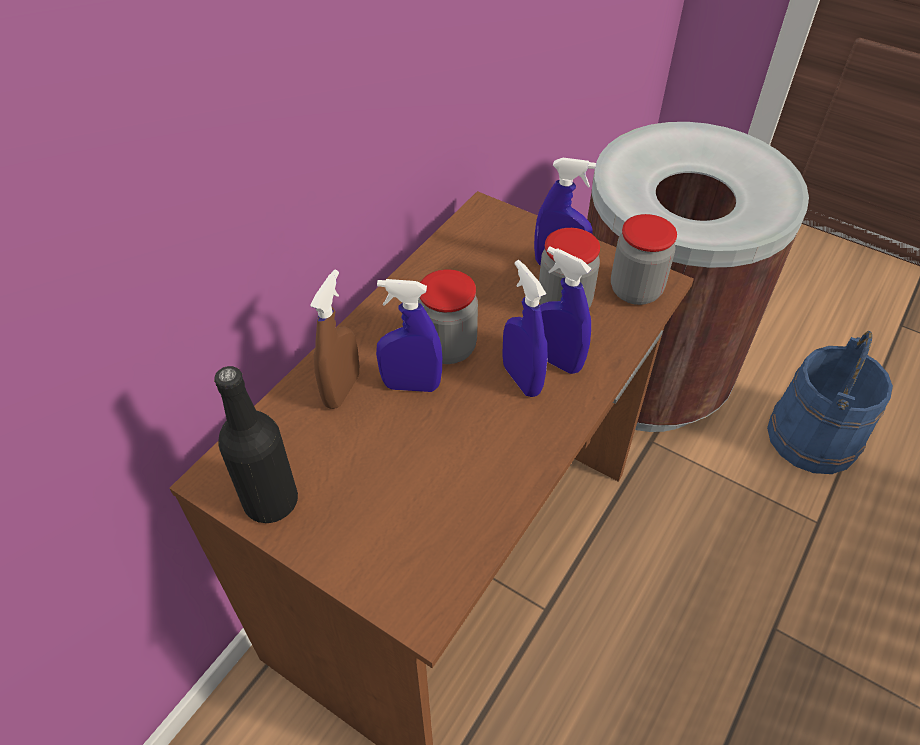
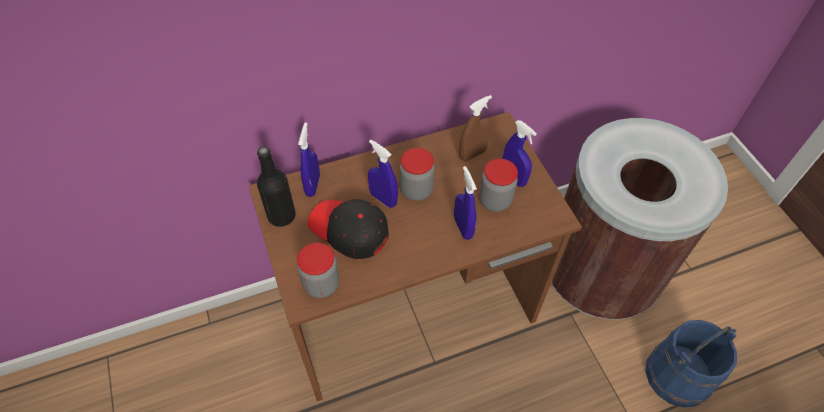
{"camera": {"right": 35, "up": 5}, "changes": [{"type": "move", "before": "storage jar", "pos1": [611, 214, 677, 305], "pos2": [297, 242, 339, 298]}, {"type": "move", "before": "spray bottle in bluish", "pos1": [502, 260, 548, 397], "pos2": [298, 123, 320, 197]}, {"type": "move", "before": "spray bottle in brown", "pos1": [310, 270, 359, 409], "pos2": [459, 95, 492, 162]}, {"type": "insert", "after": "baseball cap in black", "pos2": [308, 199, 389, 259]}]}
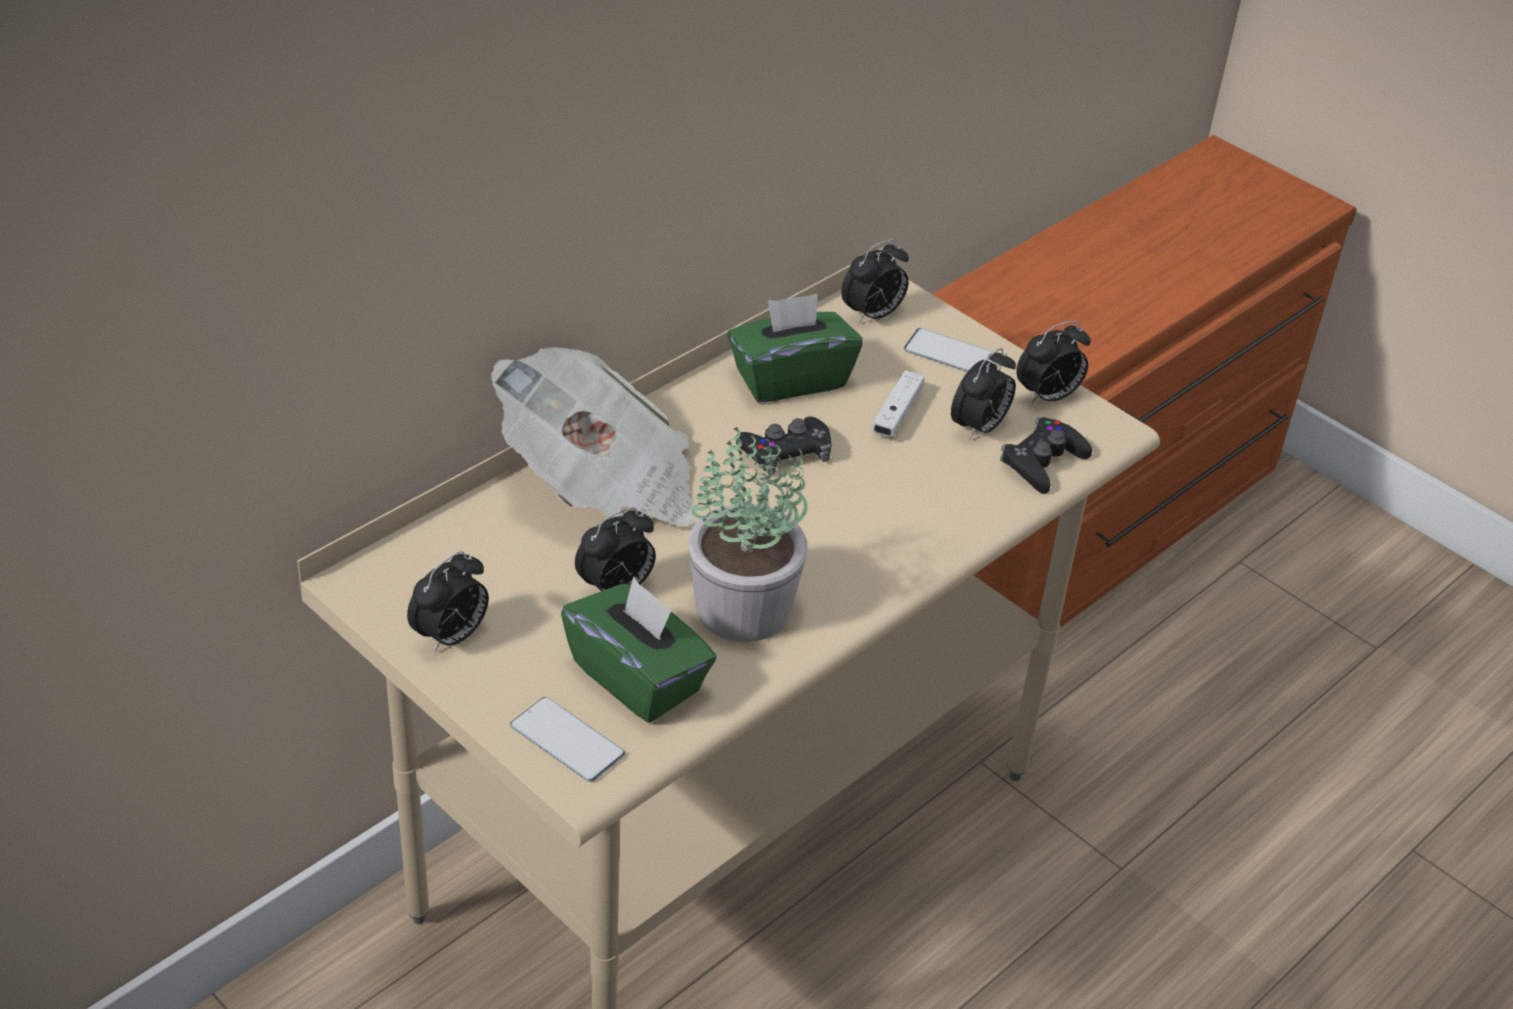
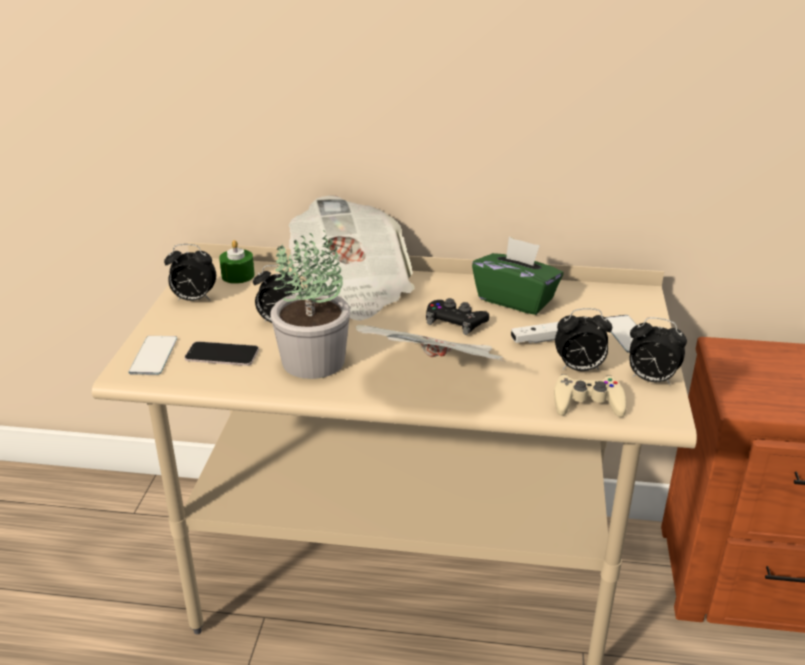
{"camera": {"right": 55, "up": -10}, "changes": [{"type": "delete", "before": "table clock", "pos1": [841, 239, 909, 324]}, {"type": "recolor", "before": "game controller in black", "after": "game controller in beige", "pos1": [1000, 417, 1092, 494], "pos2": [554, 374, 626, 417]}, {"type": "replace", "before": "box of tissues in green-coloured", "after": "telephone", "pos1": [561, 576, 717, 723], "pos2": [184, 341, 259, 366]}, {"type": "insert", "after": "wax candle in green-coloured", "pos2": [219, 240, 255, 284]}, {"type": "insert", "after": "daily paper", "pos2": [356, 325, 506, 362]}]}
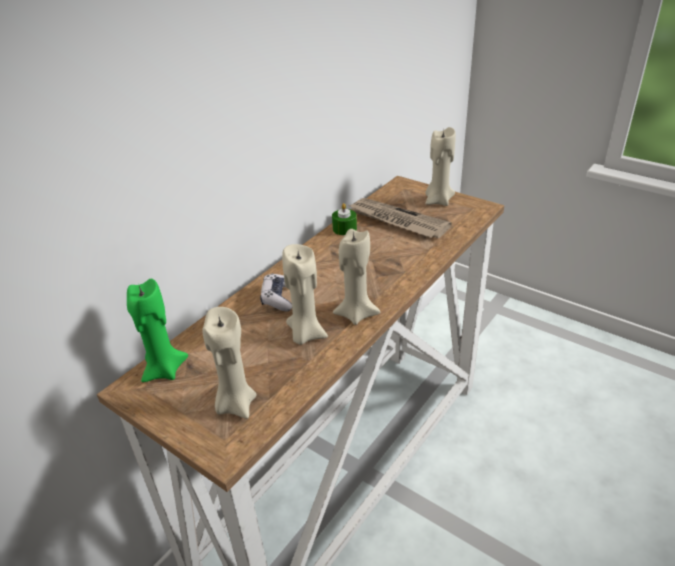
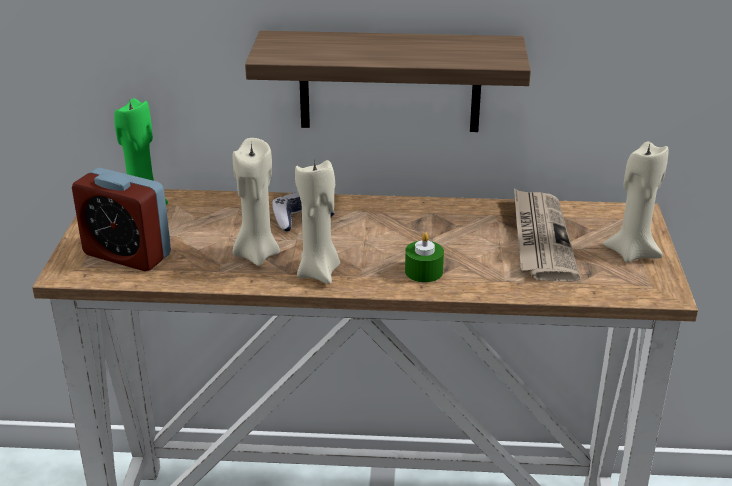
{"camera": {"right": 55, "up": -5}, "changes": [{"type": "move", "before": "wax candle in green-coloured", "pos1": [332, 203, 357, 235], "pos2": [405, 232, 444, 283]}, {"type": "replace", "before": "wax candle in beige", "after": "table clock", "pos1": [202, 307, 256, 419], "pos2": [72, 168, 171, 271]}, {"type": "insert", "after": "wall shelf", "pos2": [245, 31, 531, 132]}]}
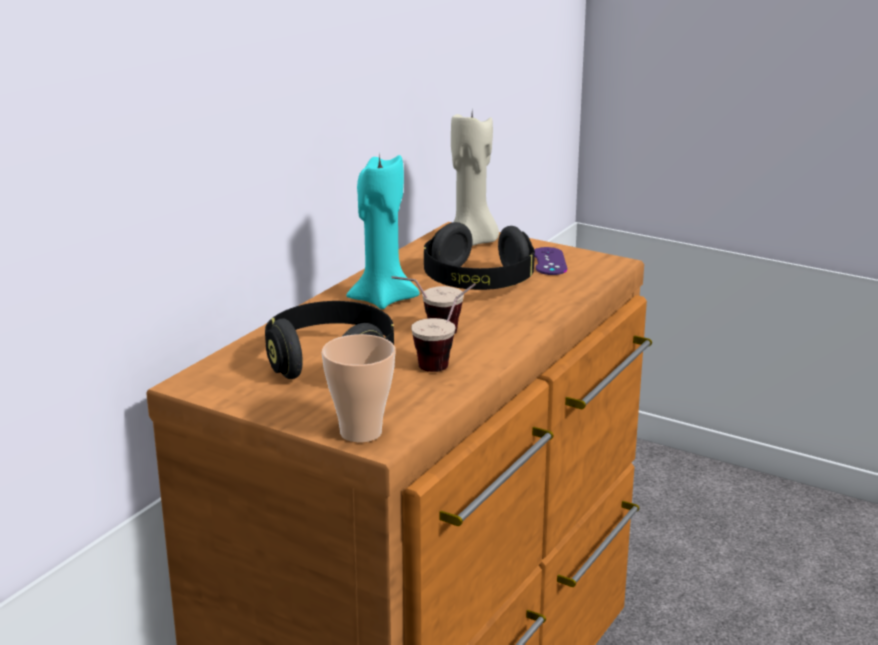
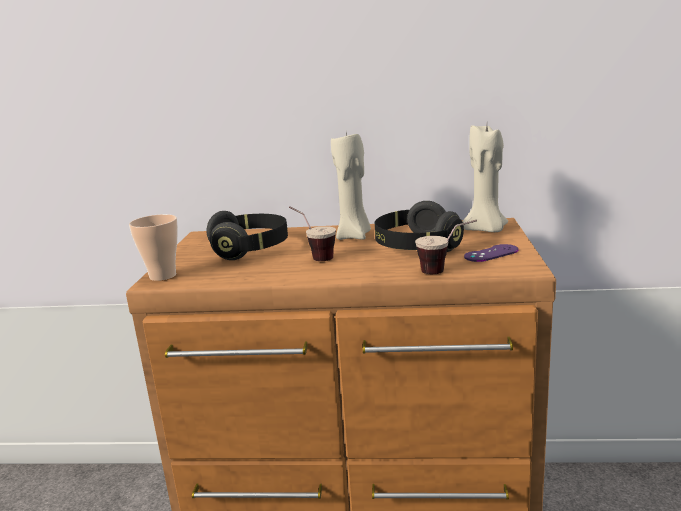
{"camera": {"right": 65, "up": -5}, "changes": [{"type": "recolor", "before": "wax candle in blue-green", "after": "wax candle in beige", "pos1": [346, 153, 420, 309], "pos2": [331, 132, 371, 240]}, {"type": "move", "before": "drinking cup", "pos1": [411, 283, 476, 372], "pos2": [415, 220, 477, 274]}]}
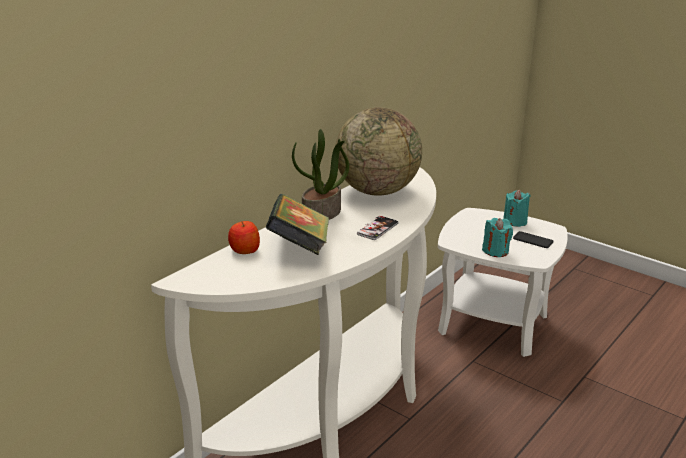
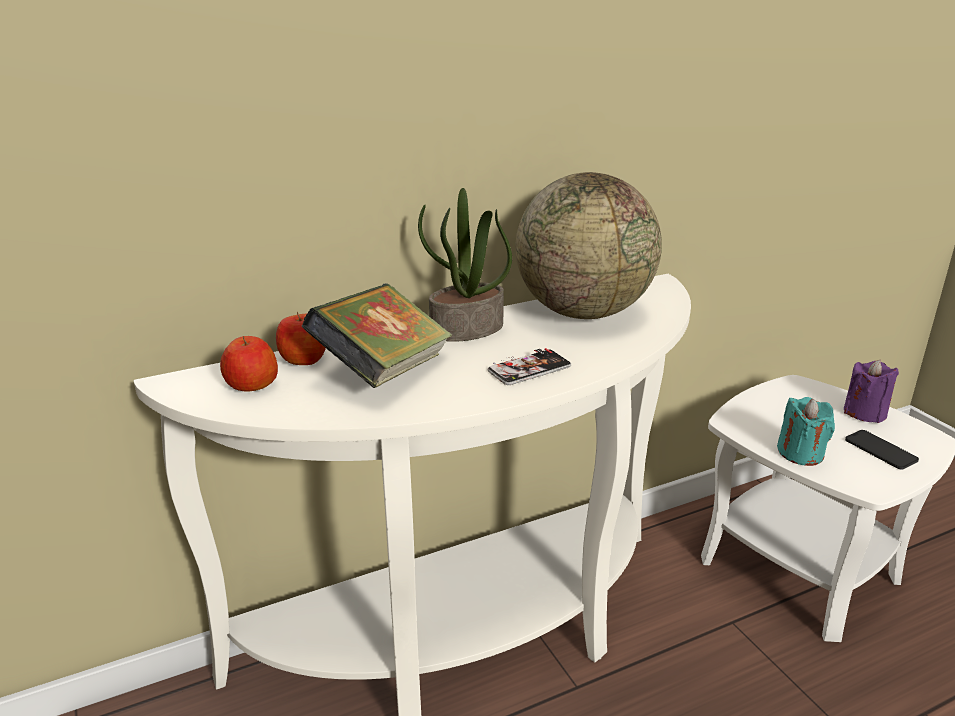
{"camera": {"right": 25, "up": 0}, "changes": [{"type": "recolor", "before": "wax candle in blue-green", "after": "wax candle in purple", "pos1": [503, 189, 531, 227], "pos2": [844, 359, 899, 423]}, {"type": "insert", "after": "whole apple", "pos2": [220, 336, 278, 391]}]}
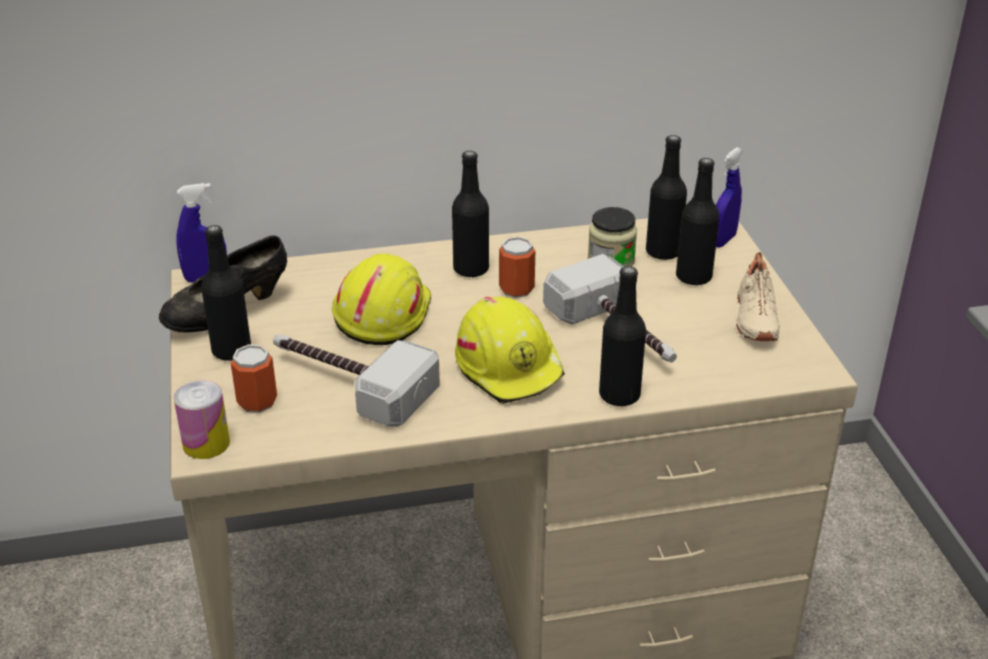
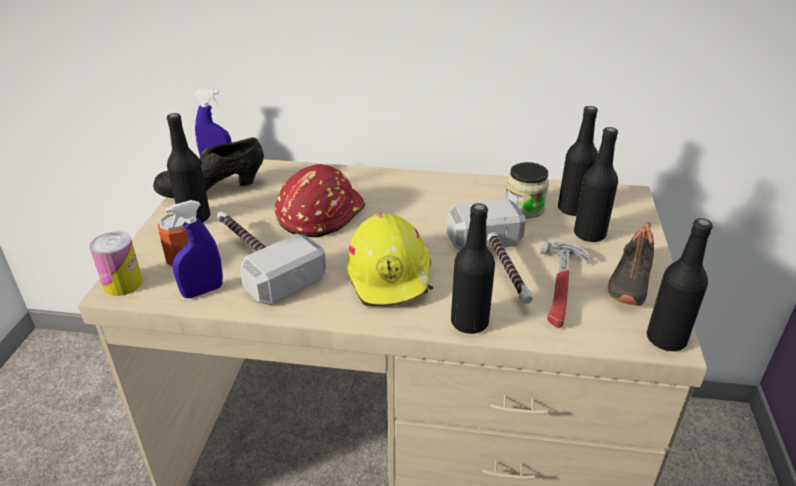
{"camera": {"right": 20, "up": 0}, "changes": [{"type": "move", "before": "spray bottle in bluish", "pos1": [716, 147, 743, 248], "pos2": [165, 200, 223, 298]}, {"type": "move", "before": "beverage bottle in black", "pos1": [452, 151, 489, 278], "pos2": [647, 218, 713, 352]}, {"type": "delete", "before": "can", "pos1": [499, 236, 535, 298]}, {"type": "recolor", "before": "low shoe in beige", "after": "low shoe in black", "pos1": [736, 252, 780, 341], "pos2": [608, 223, 654, 306]}, {"type": "recolor", "before": "work helmet in yellow-coloured", "after": "work helmet in reddish", "pos1": [332, 254, 431, 345], "pos2": [275, 164, 365, 238]}, {"type": "insert", "after": "hammer", "pos2": [540, 240, 591, 328]}]}
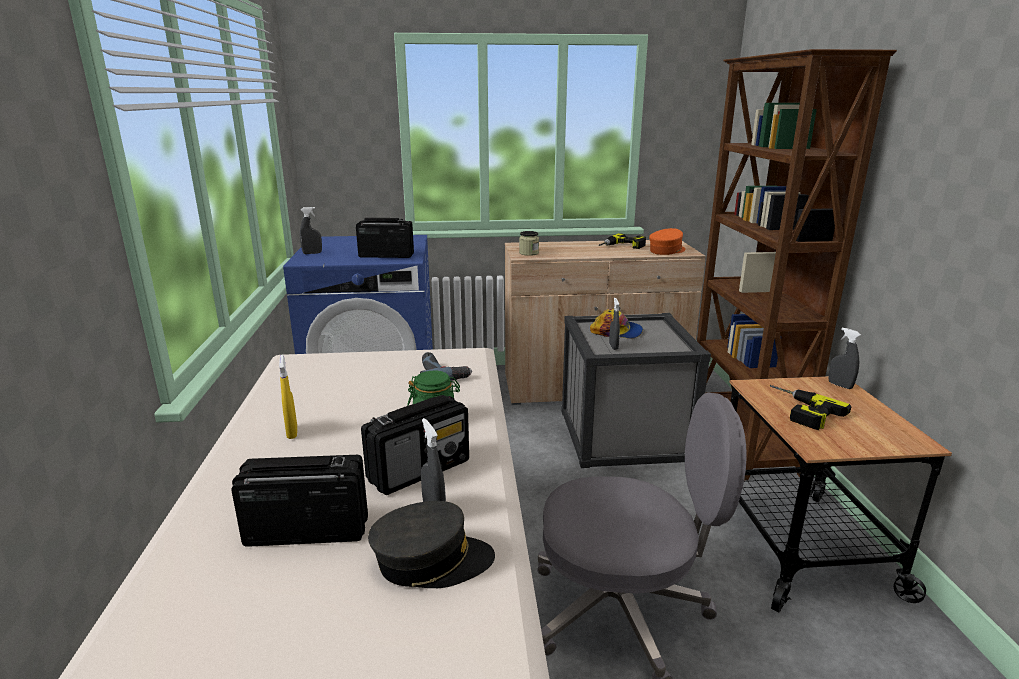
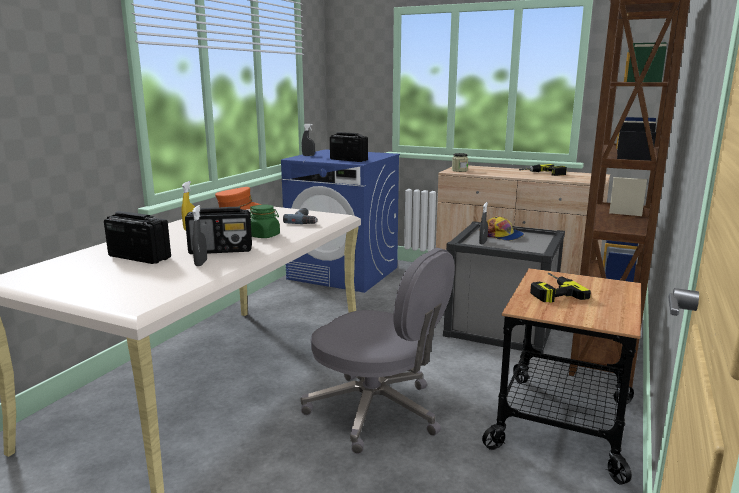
{"camera": {"right": 30, "up": -5}, "changes": [{"type": "move", "before": "baseball cap in orange", "pos1": [649, 228, 685, 255], "pos2": [215, 187, 261, 210]}, {"type": "delete", "before": "spray bottle in gray", "pos1": [829, 328, 861, 389]}, {"type": "delete", "before": "baseball cap in gray", "pos1": [368, 501, 495, 588]}]}
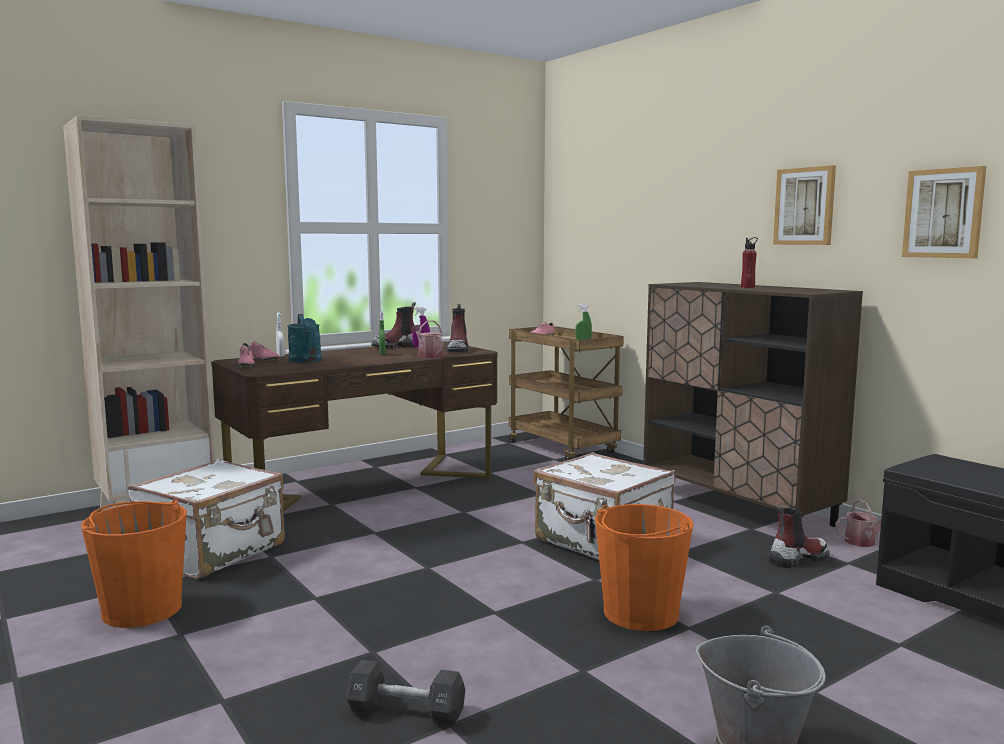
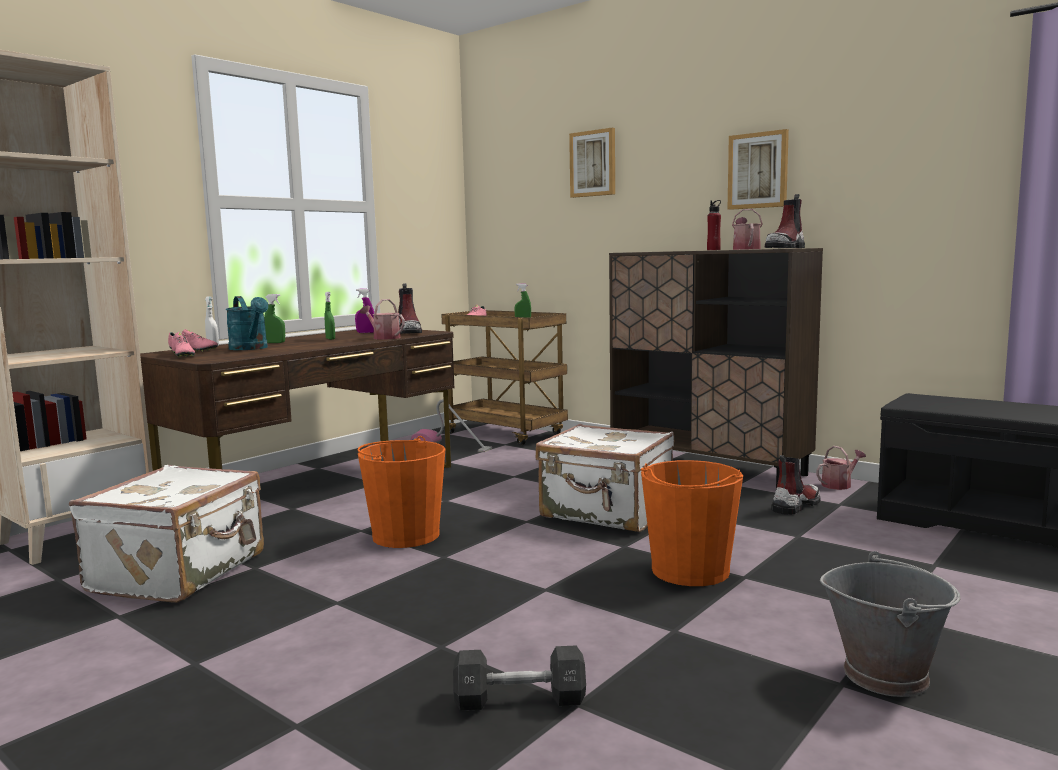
{"camera": {"right": -15, "up": 0}, "changes": [{"type": "move", "before": "picture", "pos1": [902, 166, 986, 258], "pos2": [569, 128, 615, 198]}, {"type": "move", "before": "boot", "pos1": [371, 302, 416, 348], "pos2": [765, 194, 805, 248]}, {"type": "move", "before": "bucket in orange", "pos1": [81, 499, 187, 628], "pos2": [357, 436, 445, 548]}, {"type": "insert", "after": "watering pot", "pos2": [732, 209, 763, 250]}, {"type": "insert", "after": "spray bottle in green-coloured", "pos2": [264, 294, 285, 343]}, {"type": "insert", "after": "hoover", "pos2": [411, 399, 492, 452]}]}
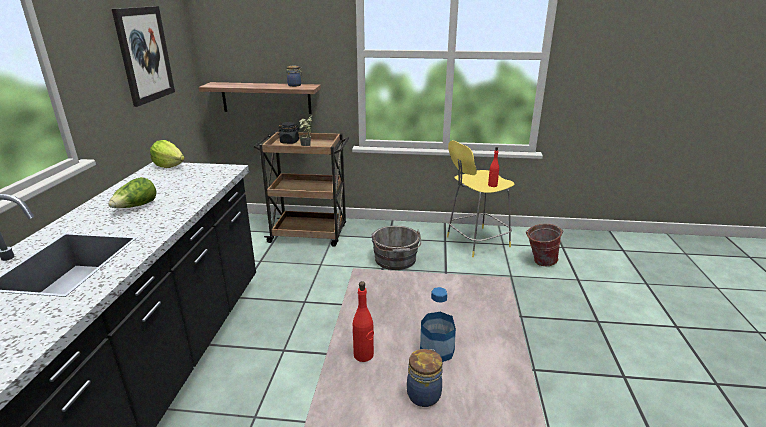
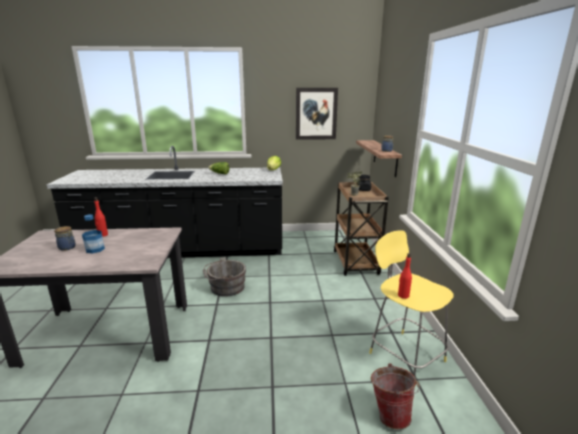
{"camera": {"right": 80, "up": -5}, "changes": [{"type": "move", "before": "bucket in gray", "pos1": [371, 226, 421, 270], "pos2": [203, 257, 246, 297]}]}
